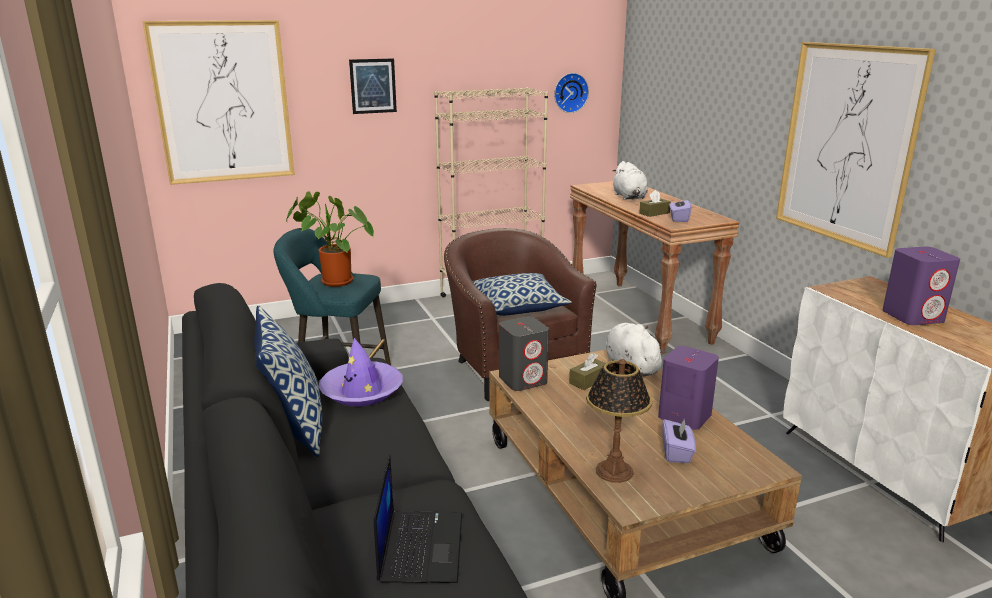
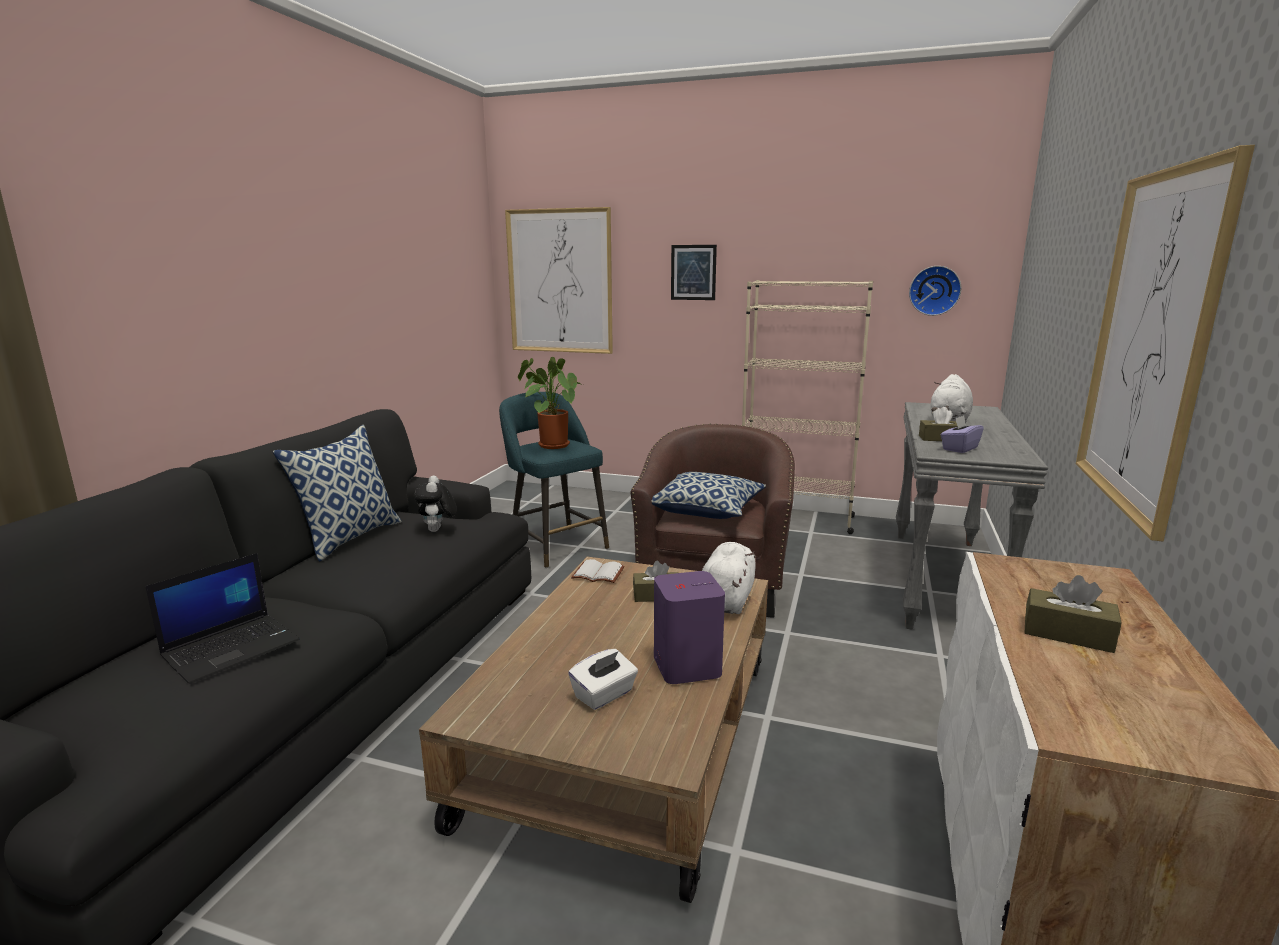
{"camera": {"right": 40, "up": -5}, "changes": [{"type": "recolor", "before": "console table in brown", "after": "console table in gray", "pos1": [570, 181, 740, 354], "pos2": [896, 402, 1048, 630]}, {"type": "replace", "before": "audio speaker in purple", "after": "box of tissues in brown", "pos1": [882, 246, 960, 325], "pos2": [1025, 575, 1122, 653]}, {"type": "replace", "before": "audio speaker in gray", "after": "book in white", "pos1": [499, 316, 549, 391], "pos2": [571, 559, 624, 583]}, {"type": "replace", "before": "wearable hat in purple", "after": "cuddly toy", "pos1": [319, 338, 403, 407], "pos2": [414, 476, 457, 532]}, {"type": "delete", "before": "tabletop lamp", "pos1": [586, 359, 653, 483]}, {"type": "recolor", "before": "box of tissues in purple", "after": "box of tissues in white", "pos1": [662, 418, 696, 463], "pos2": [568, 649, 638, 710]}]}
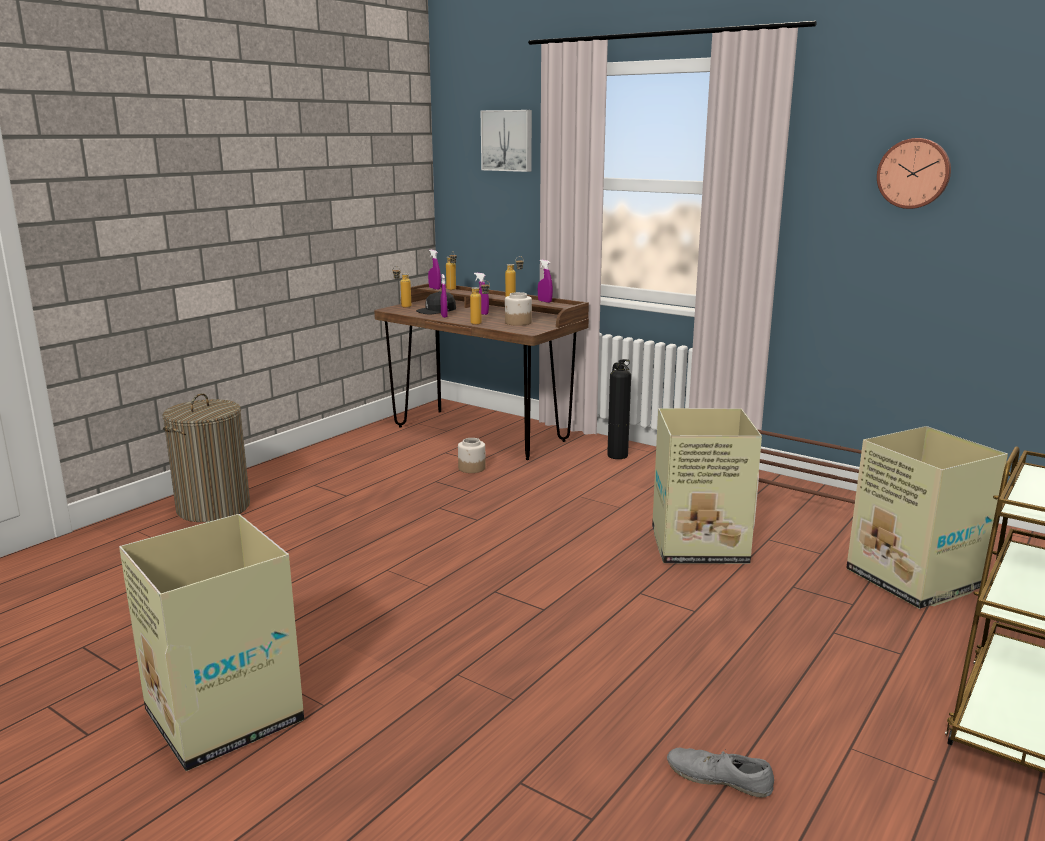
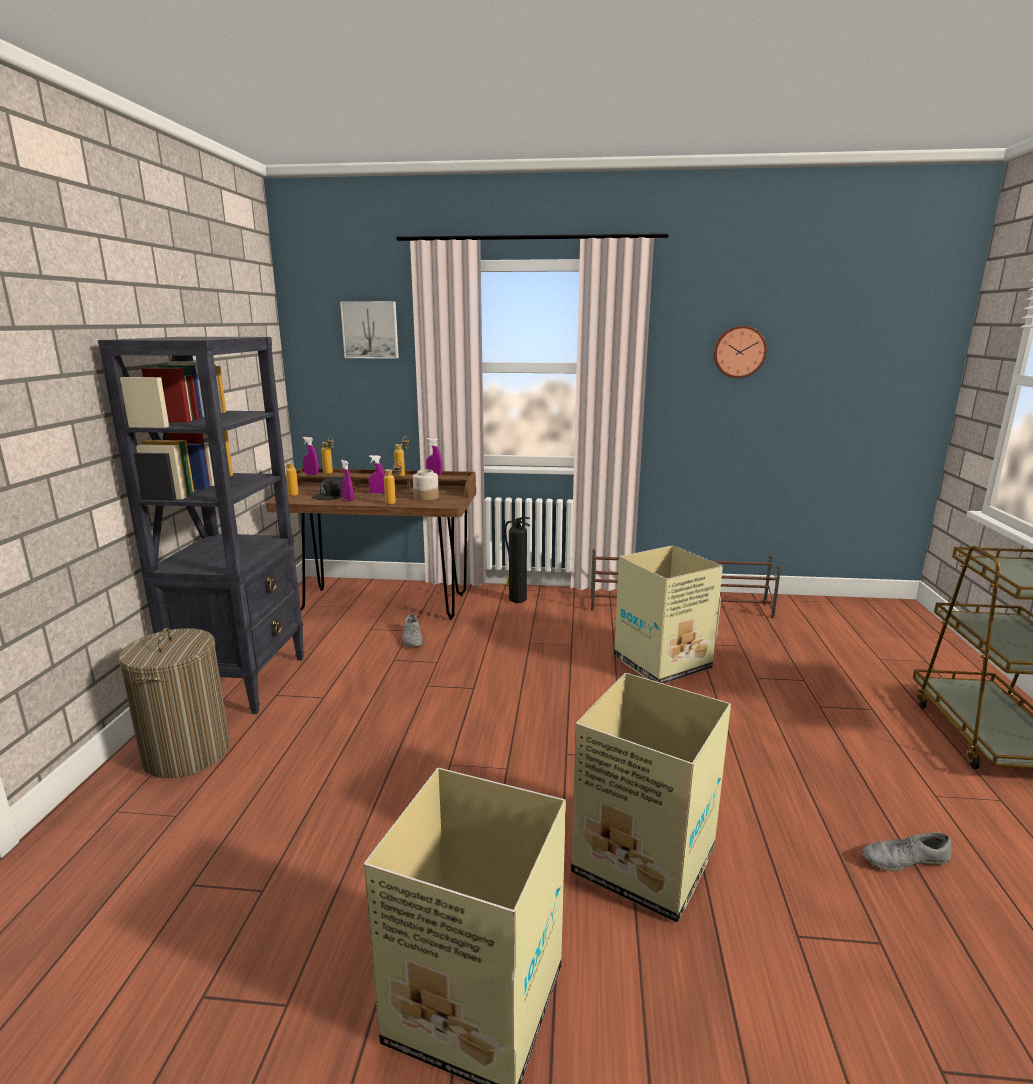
{"camera": {"right": -30, "up": 0}, "changes": [{"type": "move", "before": "carton", "pos1": [846, 426, 1008, 609], "pos2": [571, 673, 731, 922]}, {"type": "replace", "before": "storage jar", "after": "low shoe in gray", "pos1": [458, 438, 486, 473], "pos2": [403, 614, 423, 647]}, {"type": "insert", "after": "bookcase in black", "pos2": [98, 337, 304, 714]}]}
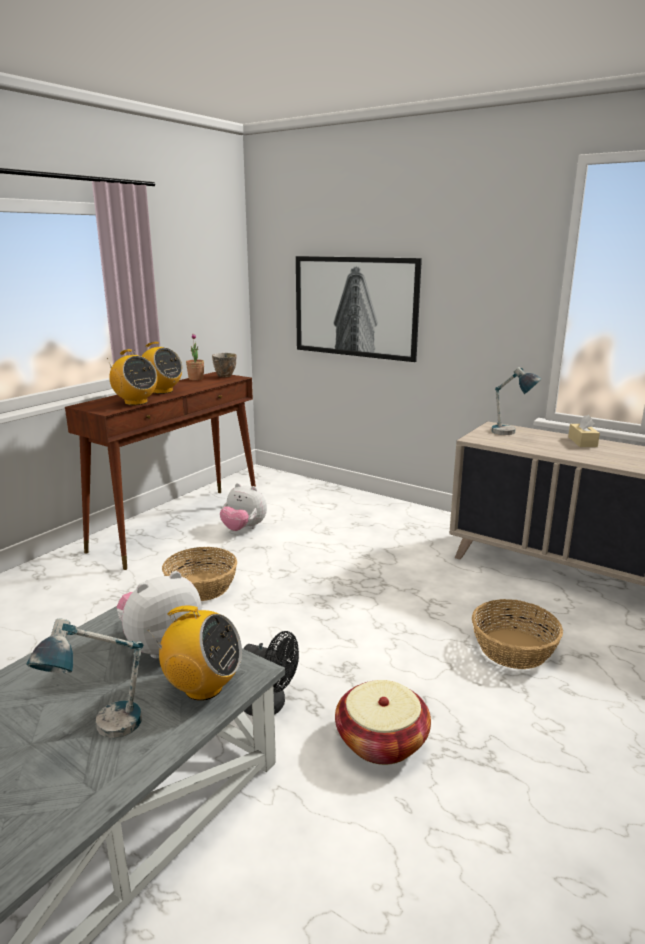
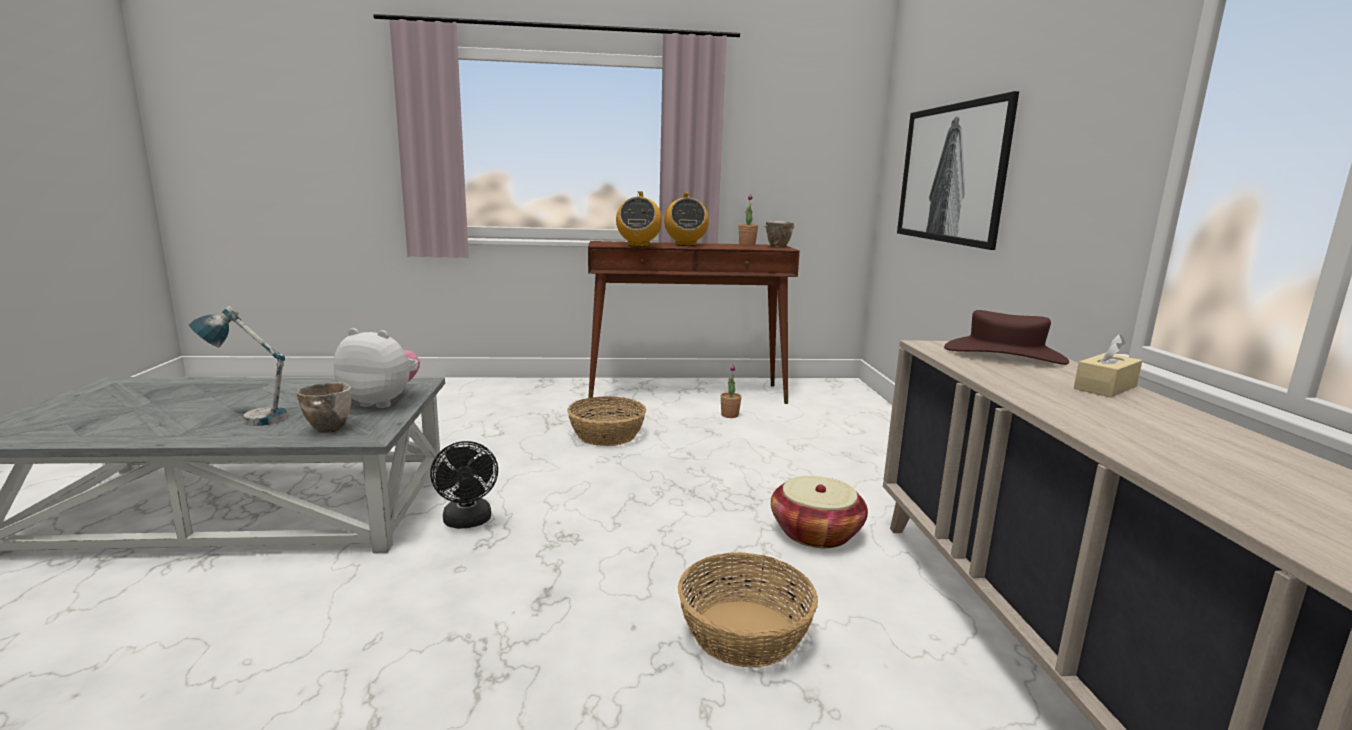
{"camera": {"right": 50, "up": -5}, "changes": [{"type": "replace", "before": "tabletop lamp", "after": "wearable hat in brown", "pos1": [491, 367, 541, 435], "pos2": [944, 310, 1069, 365]}, {"type": "replace", "before": "cuddly toy", "after": "potted plant", "pos1": [220, 483, 267, 531], "pos2": [720, 365, 742, 418]}, {"type": "replace", "before": "radio", "after": "serving bowl", "pos1": [148, 606, 242, 701], "pos2": [296, 382, 352, 433]}, {"type": "move", "before": "storage basket", "pos1": [335, 680, 431, 765], "pos2": [771, 476, 868, 548]}]}
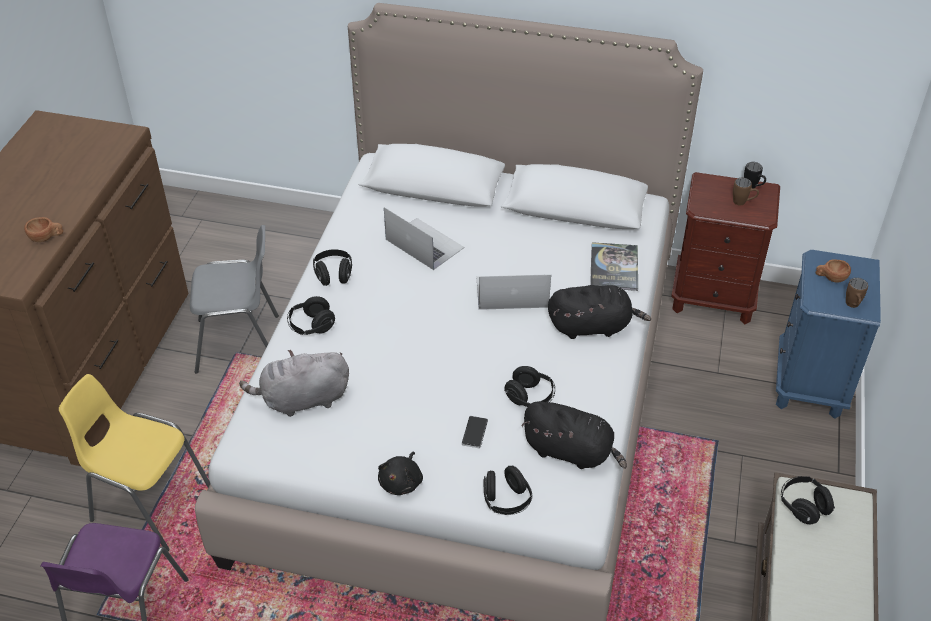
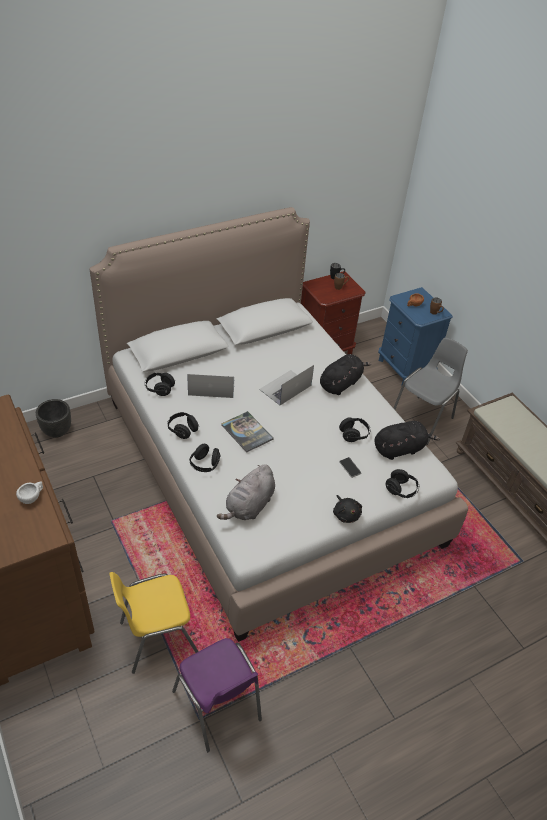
{"camera": {"right": -45, "up": 0}, "changes": [{"type": "recolor", "before": "drinking cup in brown", "after": "drinking cup in white", "pos1": [24, 217, 63, 242], "pos2": [16, 482, 43, 504]}, {"type": "move", "before": "plain chair in gray", "pos1": [190, 225, 279, 374], "pos2": [393, 337, 468, 445]}, {"type": "move", "before": "book", "pos1": [590, 242, 638, 291], "pos2": [221, 411, 274, 453]}, {"type": "move", "before": "headphones in black", "pos1": [781, 476, 835, 524], "pos2": [145, 373, 175, 396]}, {"type": "insert", "after": "flower pot in black", "pos2": [36, 399, 71, 438]}]}
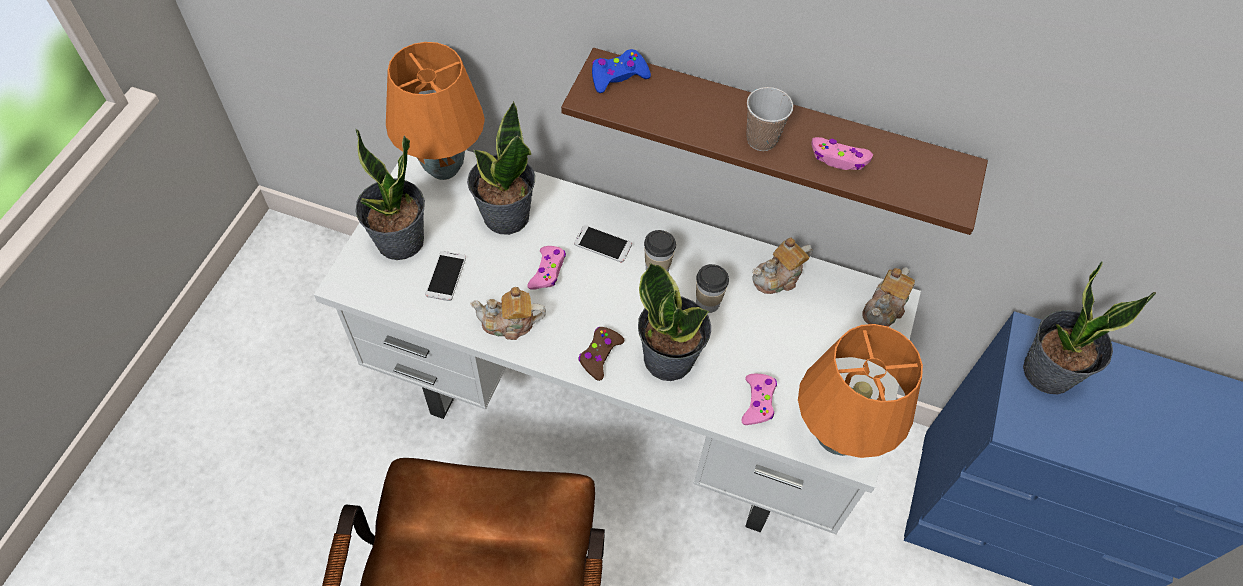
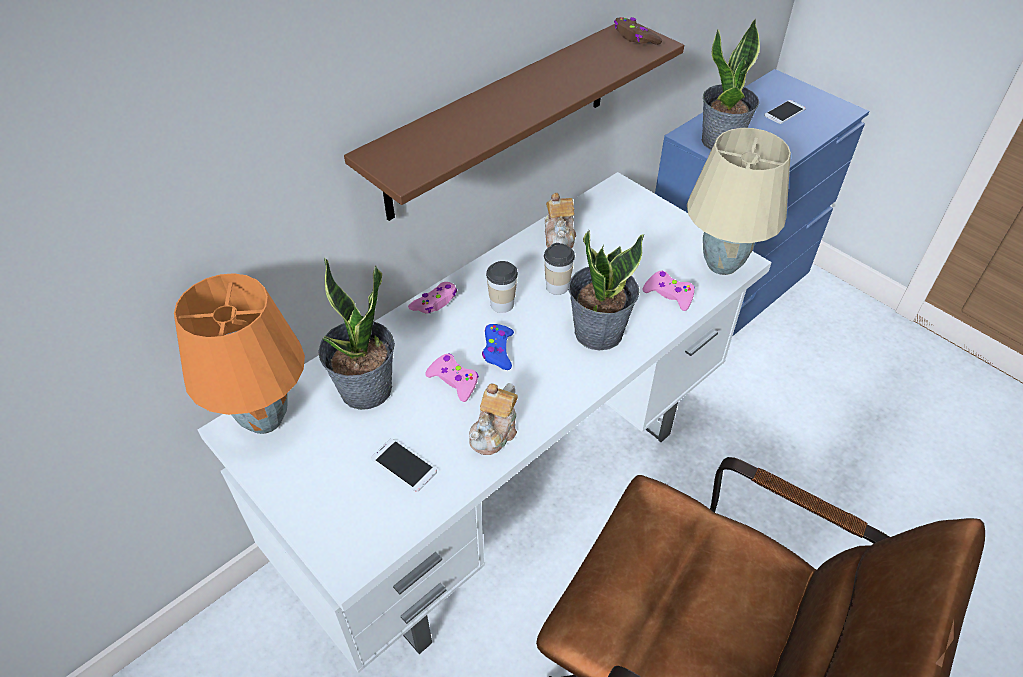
{"camera": {"right": -60, "up": -10}, "changes": [{"type": "move", "before": "game controller in bluish", "pos1": [592, 49, 651, 93], "pos2": [482, 324, 514, 370]}, {"type": "delete", "before": "drinking cup", "pos1": [746, 87, 793, 151]}, {"type": "delete", "before": "potted plant", "pos1": [355, 129, 425, 260]}, {"type": "move", "before": "game controller in pink-coloured", "pos1": [812, 137, 873, 170], "pos2": [408, 282, 457, 314]}, {"type": "move", "before": "telephone", "pos1": [574, 225, 632, 262], "pos2": [764, 100, 806, 124]}, {"type": "delete", "before": "pot for tea", "pos1": [862, 267, 915, 327]}, {"type": "recolor", "before": "tabletop lamp in orange", "after": "tabletop lamp in beige", "pos1": [798, 324, 923, 458], "pos2": [687, 128, 791, 275]}, {"type": "move", "before": "game controller in brown", "pos1": [578, 327, 625, 381], "pos2": [614, 17, 662, 45]}]}
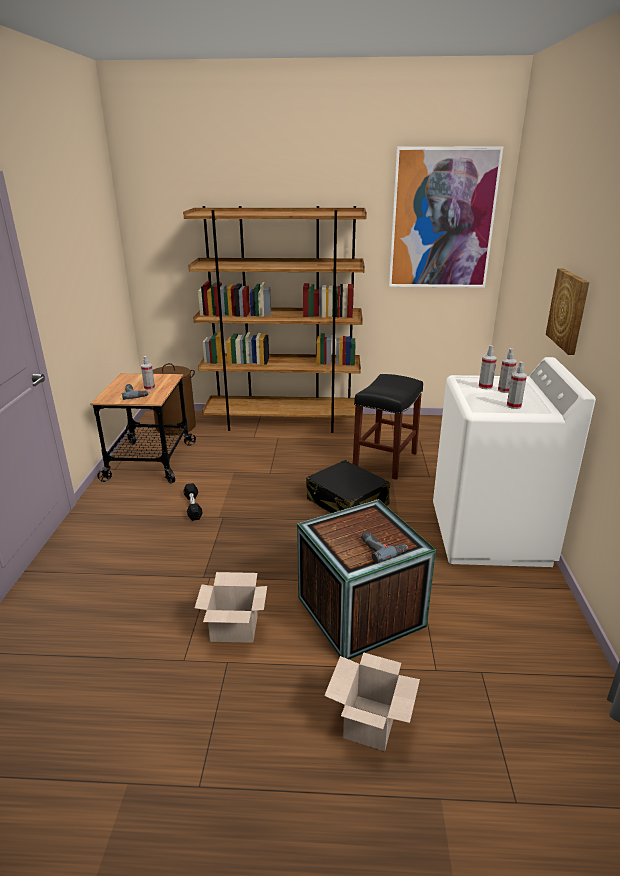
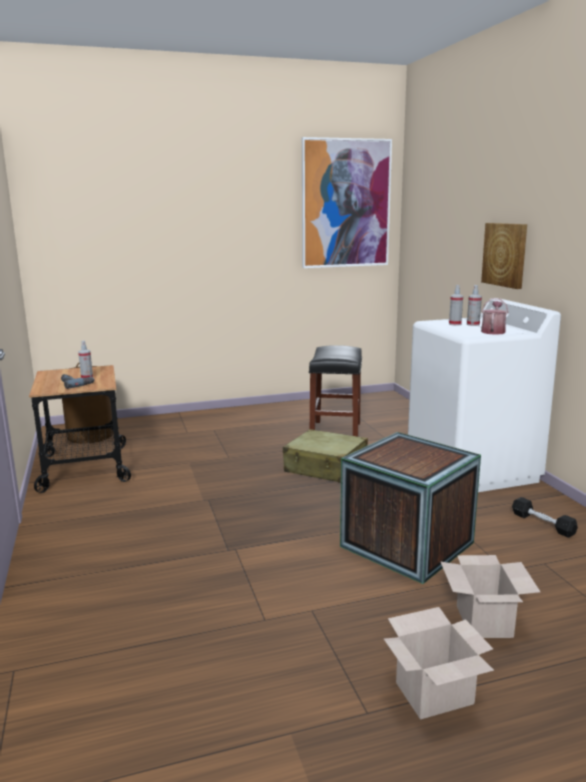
{"camera": {"right": -20, "up": -10}, "changes": [{"type": "delete", "before": "bookcase in brown", "pos1": [183, 206, 367, 433]}, {"type": "replace", "before": "spray bottle", "after": "watering pot", "pos1": [507, 362, 527, 409], "pos2": [481, 298, 508, 335]}, {"type": "recolor", "before": "piece of luggage in black", "after": "piece of luggage in beige", "pos1": [306, 460, 390, 513], "pos2": [283, 429, 368, 483]}, {"type": "move", "before": "hand weight in black", "pos1": [183, 483, 203, 521], "pos2": [512, 497, 578, 538]}, {"type": "delete", "before": "electric drill", "pos1": [361, 531, 408, 563]}, {"type": "move", "before": "carton", "pos1": [195, 572, 267, 643], "pos2": [384, 607, 494, 720]}]}
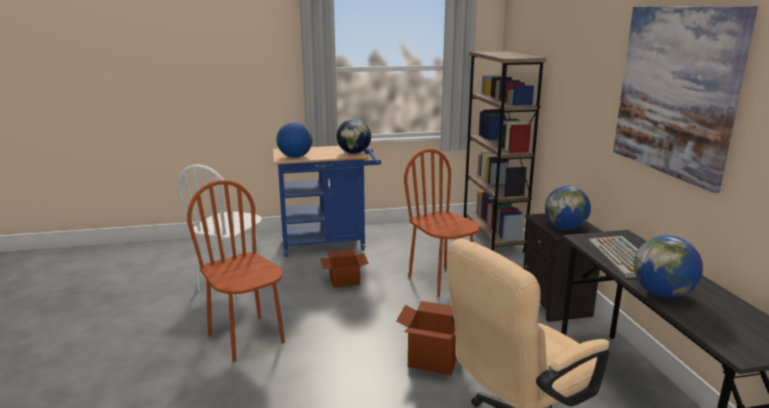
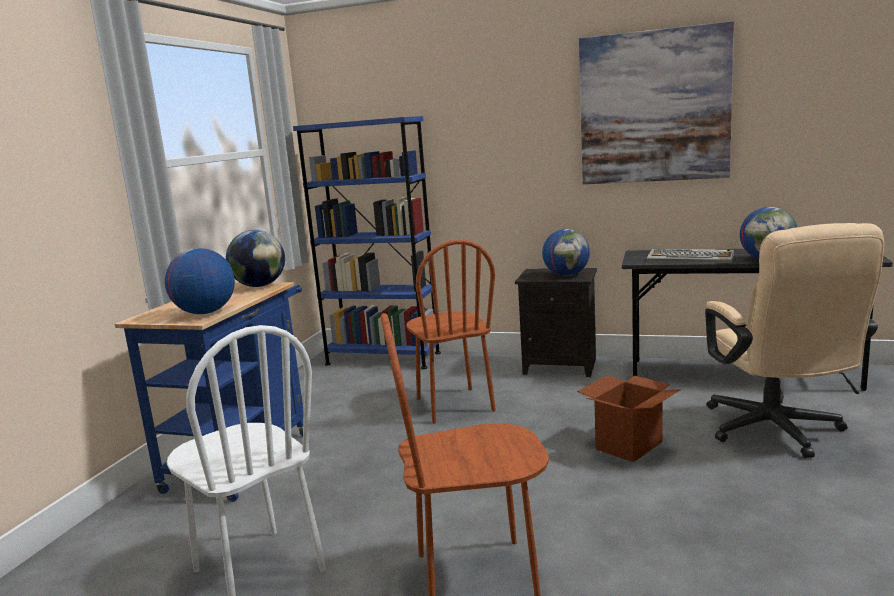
{"camera": {"right": -60, "up": -5}, "changes": [{"type": "recolor", "before": "bookcase in brown", "after": "bookcase in bluish", "pos1": [464, 51, 546, 253], "pos2": [293, 116, 441, 369]}, {"type": "rotate", "before": "plain chair in brown", "pos1": [404, 149, 480, 296], "pos2": [406, 239, 496, 424], "turn": -105}, {"type": "delete", "before": "carton", "pos1": [320, 250, 369, 288]}]}
